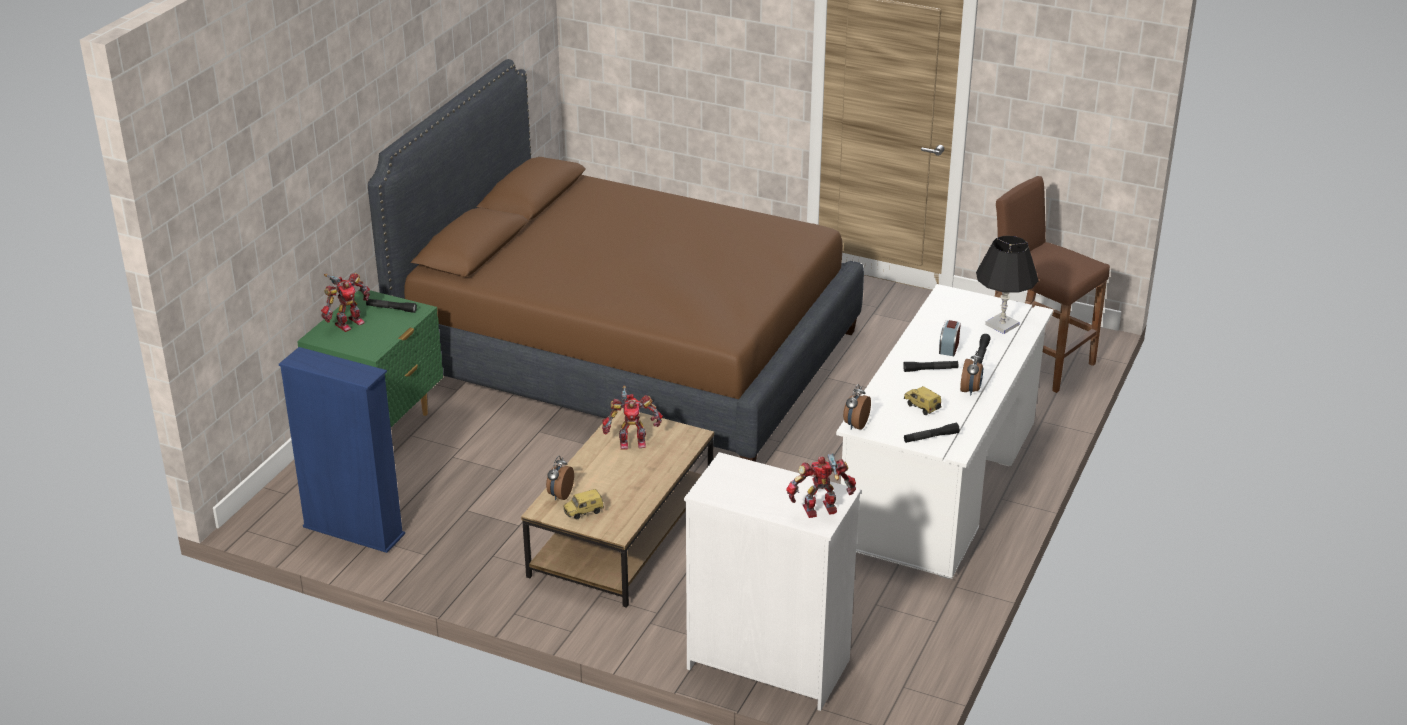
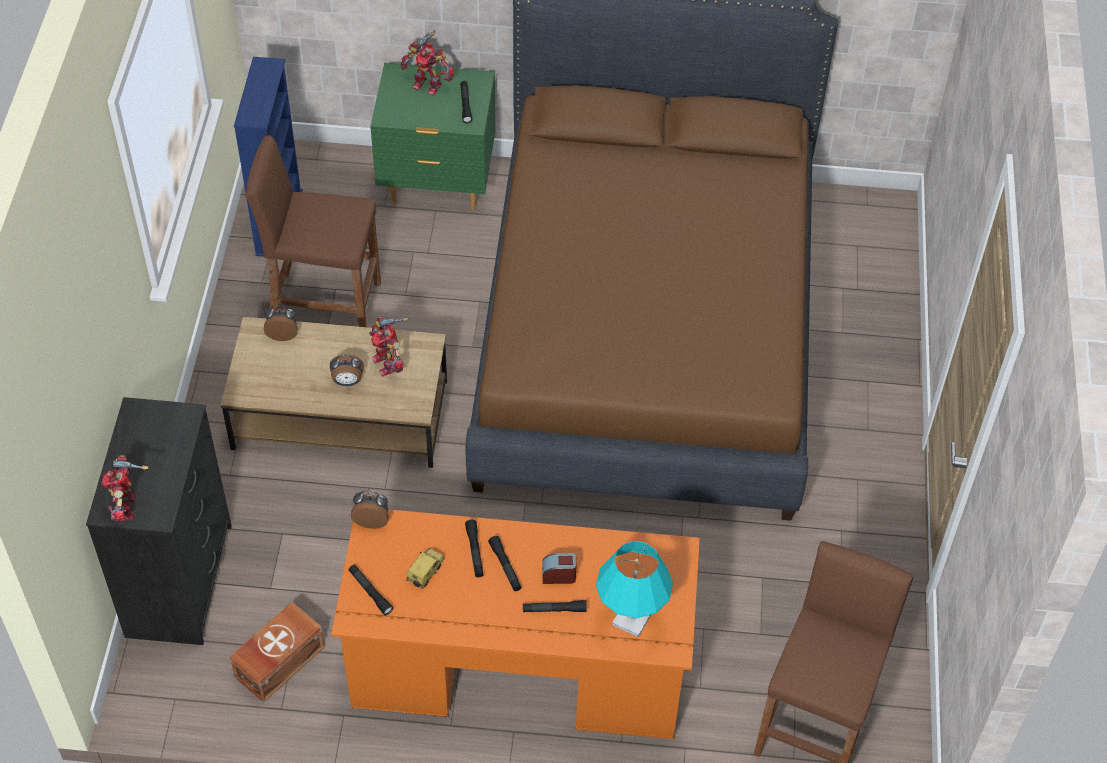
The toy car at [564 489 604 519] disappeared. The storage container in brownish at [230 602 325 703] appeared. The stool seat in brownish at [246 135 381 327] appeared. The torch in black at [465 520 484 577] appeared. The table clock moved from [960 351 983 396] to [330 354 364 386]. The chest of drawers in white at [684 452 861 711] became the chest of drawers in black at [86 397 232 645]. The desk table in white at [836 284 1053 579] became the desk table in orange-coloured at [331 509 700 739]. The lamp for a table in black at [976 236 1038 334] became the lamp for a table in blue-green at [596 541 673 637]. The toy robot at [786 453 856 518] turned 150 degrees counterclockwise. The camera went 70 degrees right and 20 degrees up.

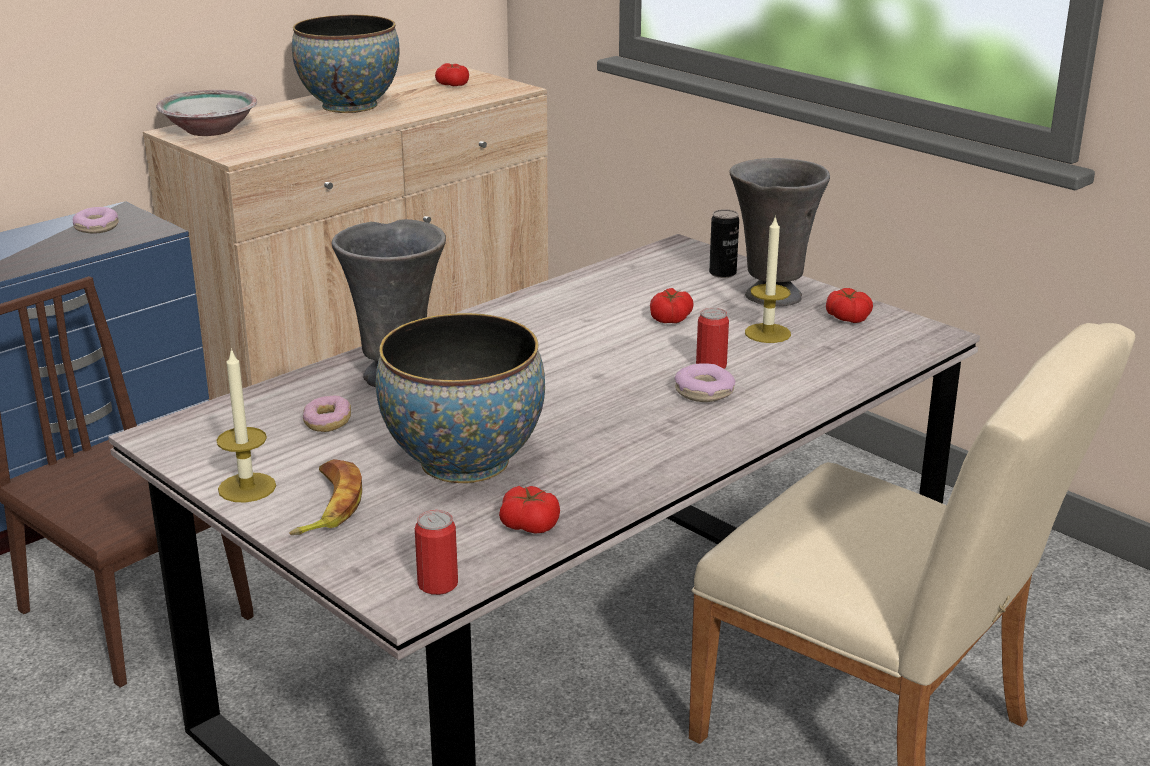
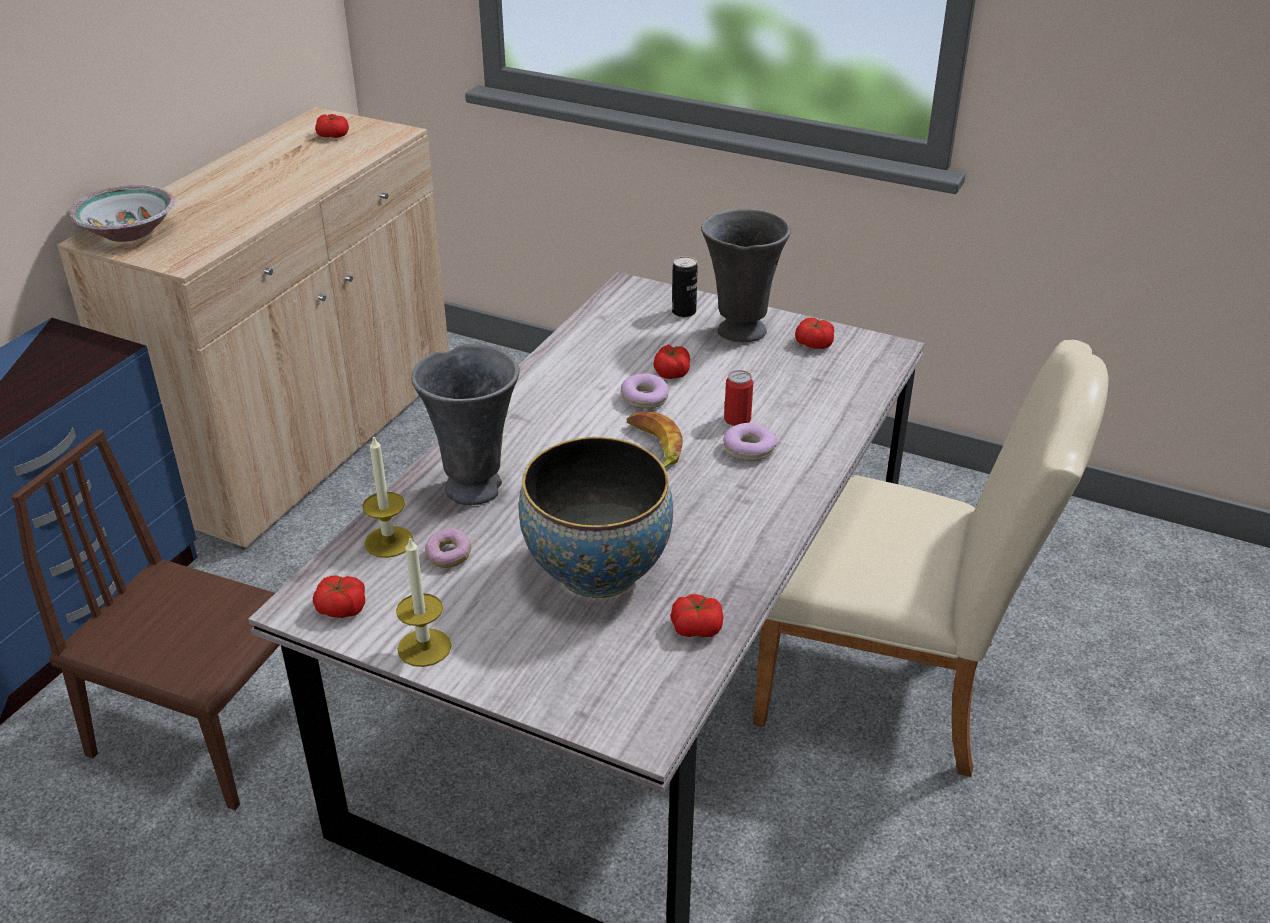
The deep dish at [292 15 400 113] disappeared. The metal can at [415 510 458 595] disappeared. The tomato at [313 576 365 618] appeared. The ring doughnut moved from [73 207 119 233] to [621 373 669 409]. The whole banana moved from [289 459 362 535] to [627 412 683 467]. The candle moved from [745 215 791 343] to [362 435 413 558]. The camera went 20 degrees left and 10 degrees up.

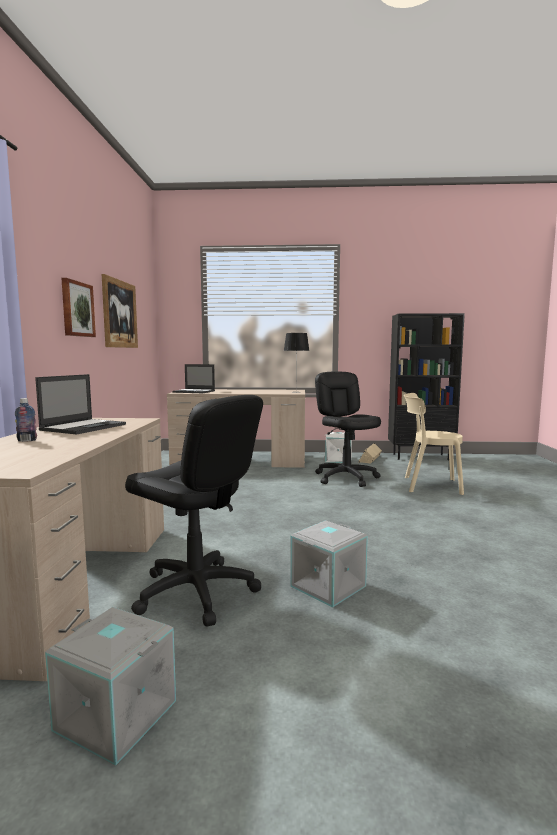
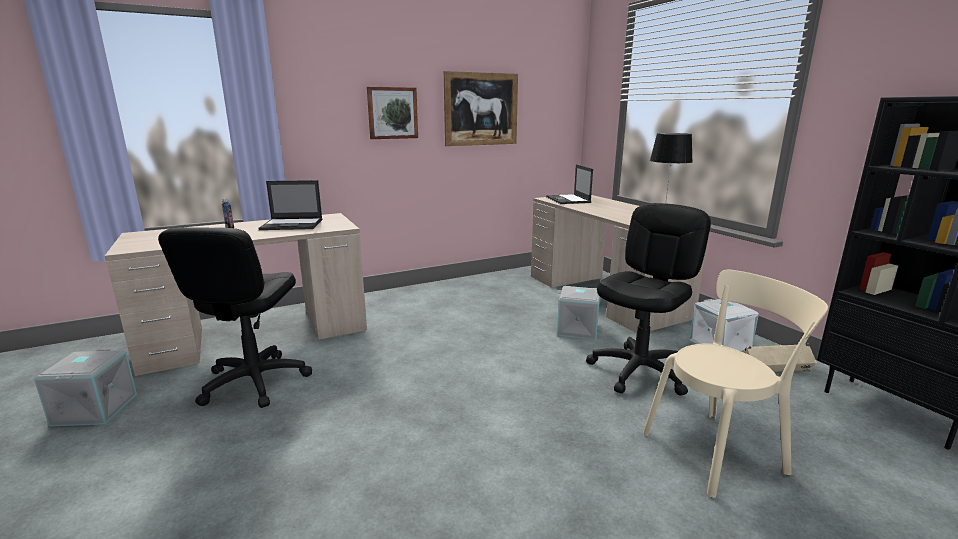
The storage container in greyish moved from [290 520 368 608] to [557 286 600 340]. The upright chair in sand-coloured at [404 393 464 495] turned 90 degrees clockwise. The camera went 60 degrees right and 10 degrees up.

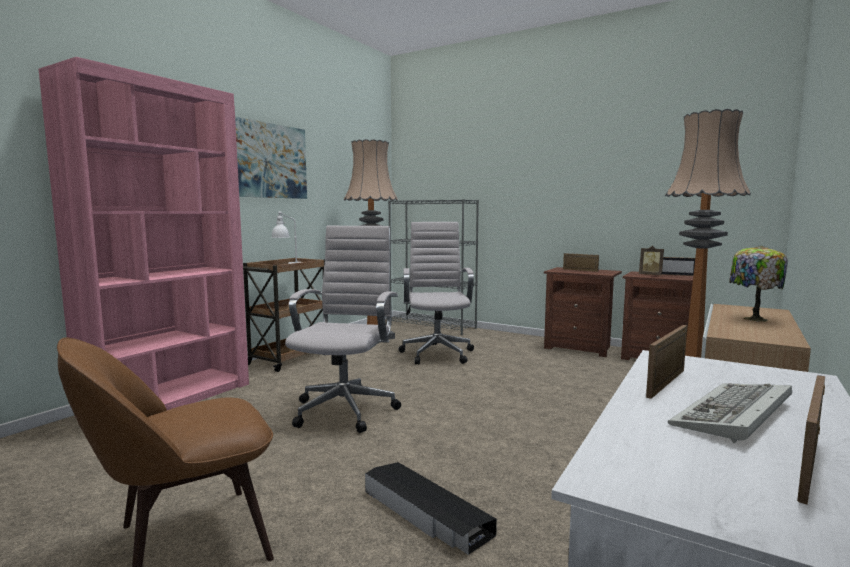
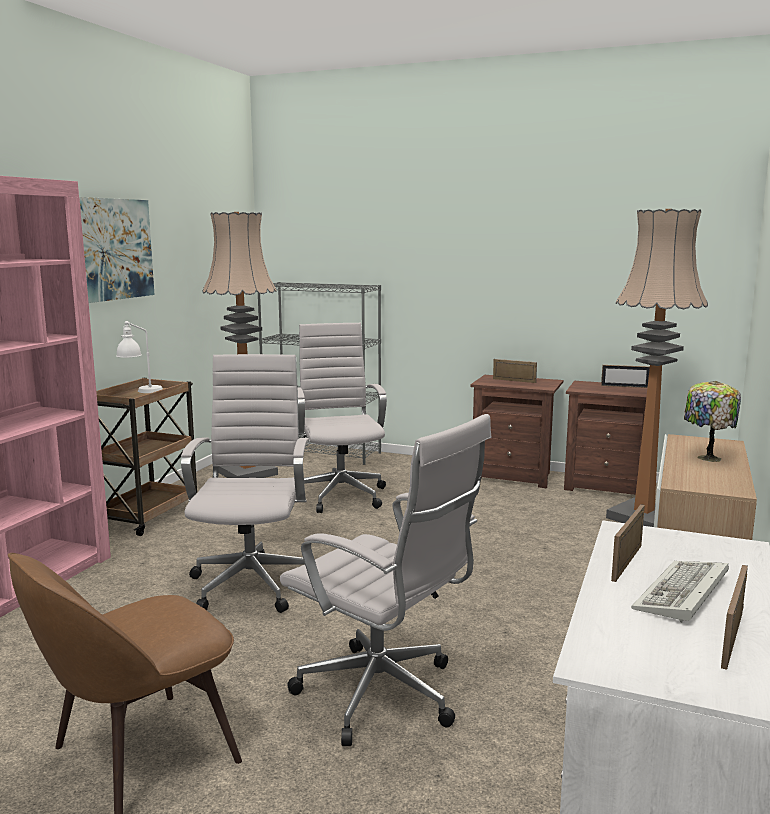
The picture frame at [639 246 664 275] disappeared. The storage container in black at [365 462 497 555] was replaced by the computer chair in white at [280 414 492 746]. The camera went 10 degrees left and 5 degrees up.

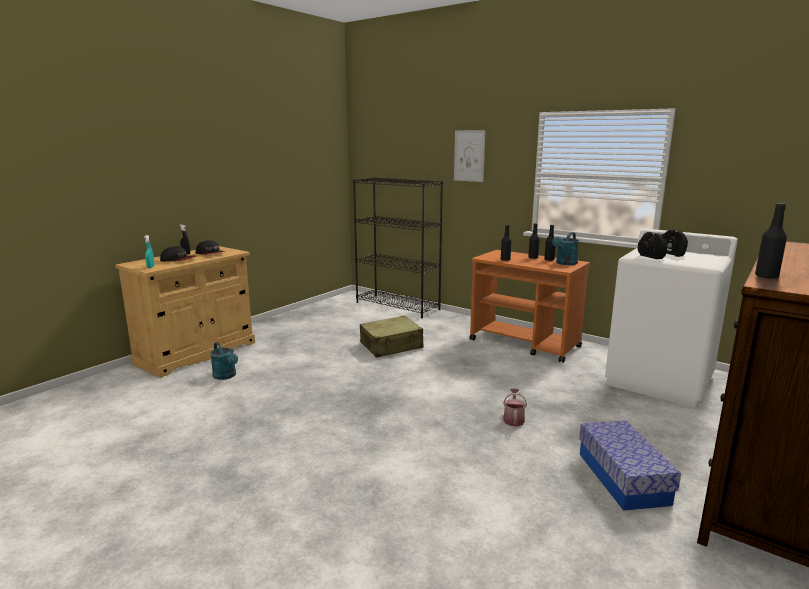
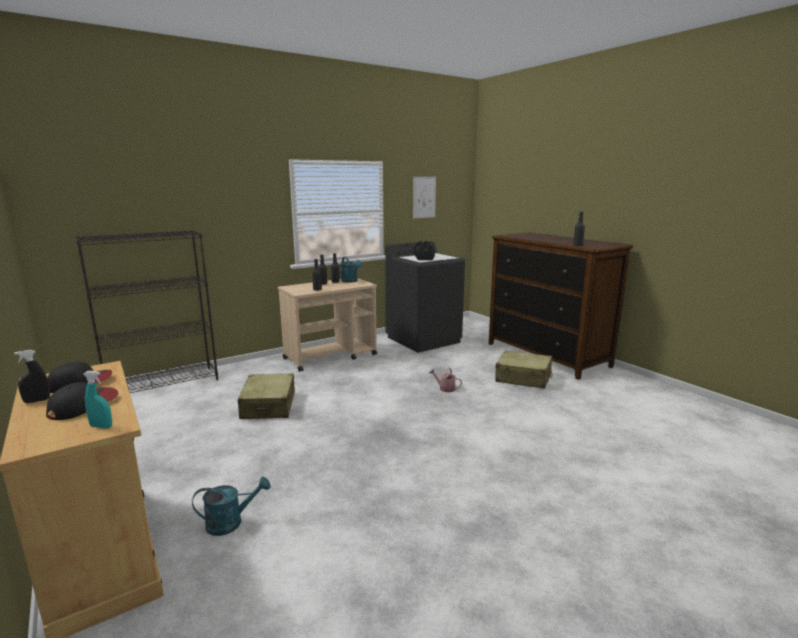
The wall picture moved from [454 130 485 182] to [413 177 436 218]. The storage container at [579 420 681 511] was replaced by the suitcase in sand-coloured at [495 351 552 389]. The trolley in orange-coloured at [469 250 590 363] became the trolley in sand-coloured at [278 278 377 372]. The washing machine in white at [605 229 738 408] became the washing machine in black at [386 241 465 353]. The camera went 70 degrees left and 0 degrees up.

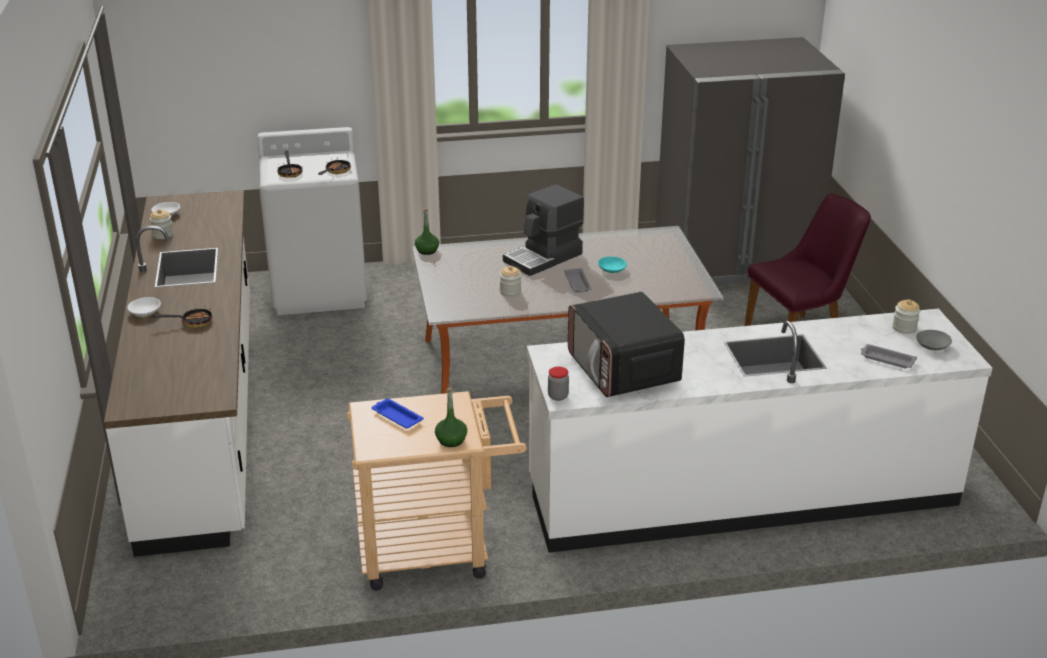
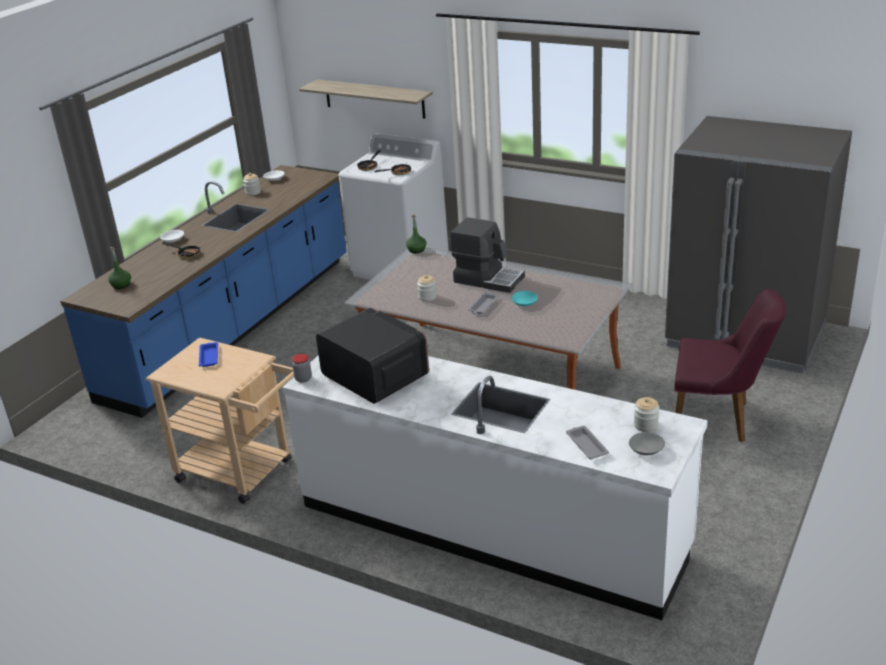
The wall shelf at [299 79 433 118] appeared. The drink bottle in greenish moved from [435 388 467 447] to [108 247 131 289]. The kitchen counter in white at [104 190 250 557] became the kitchen counter in blue-coloured at [60 165 346 418]. The coffee brewer at [503 184 584 276] turned 150 degrees counterclockwise. The kitchen microwave at [568 291 685 397] turned 120 degrees clockwise. The camera went 40 degrees right and 0 degrees up.

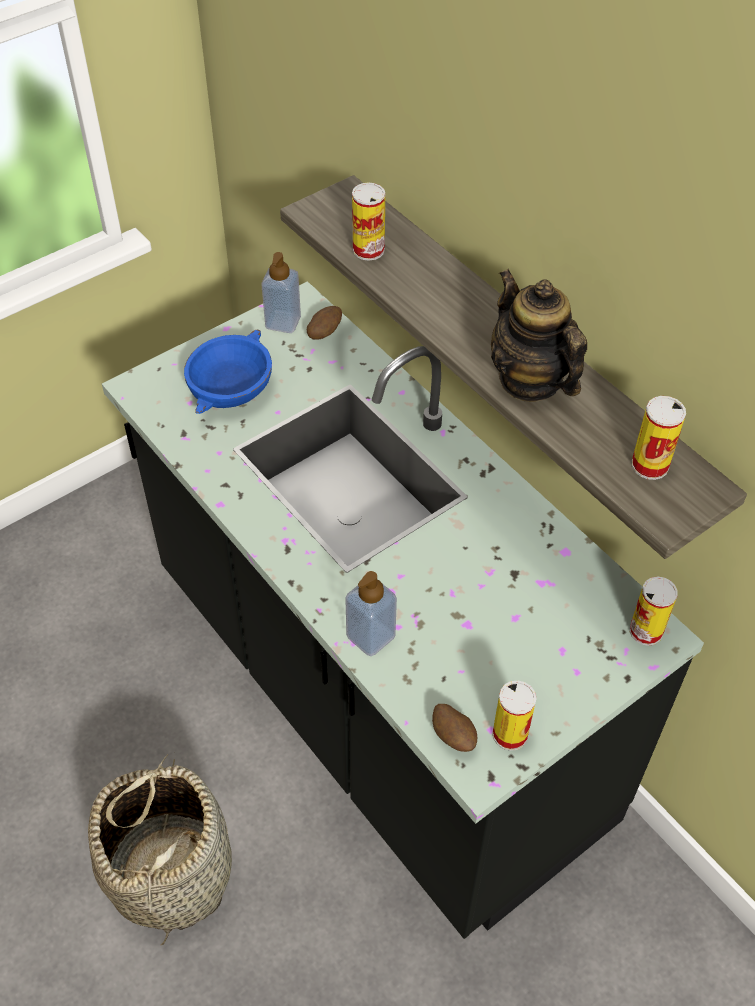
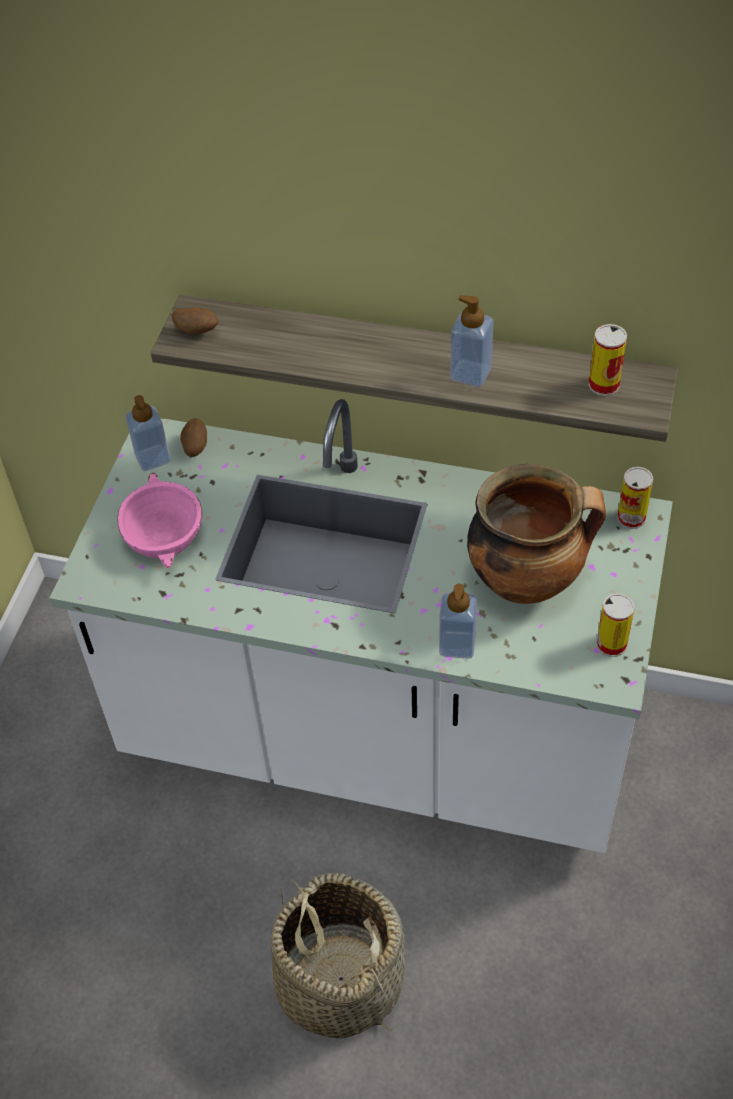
The metal can at [352 182 385 261] disappeared. The stockpot at [467 464 606 604] appeared. The whole potato moved from [432 704 477 752] to [171 307 219 334]. The tea pot at [491 269 587 402] was replaced by the soap bottle at [450 295 494 387]. The kitchen counter in black at [102 281 704 939] became the kitchen counter in white at [49 399 673 853]. The deep dish in blue-coloured at [184 330 272 414] became the deep dish in pink-coloured at [117 473 202 568]. The camera went 35 degrees left and 0 degrees up.

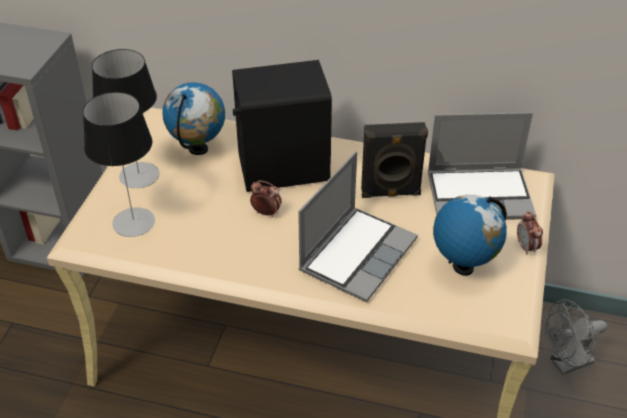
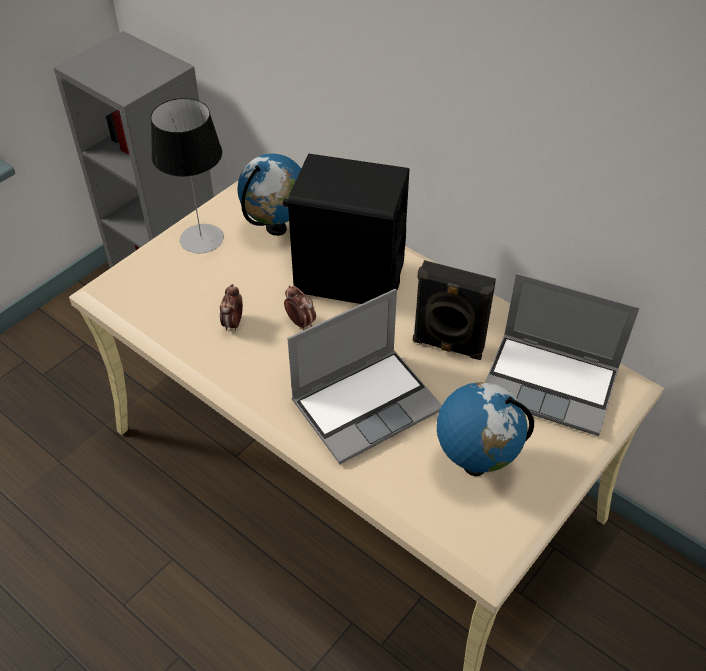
The lamp for a table at [83 92 155 237] disappeared. The cooling fan in greyish at [545 299 607 375] disappeared. The table clock moved from [517 211 543 255] to [220 284 243 331]. The camera went 25 degrees right and 5 degrees up.

